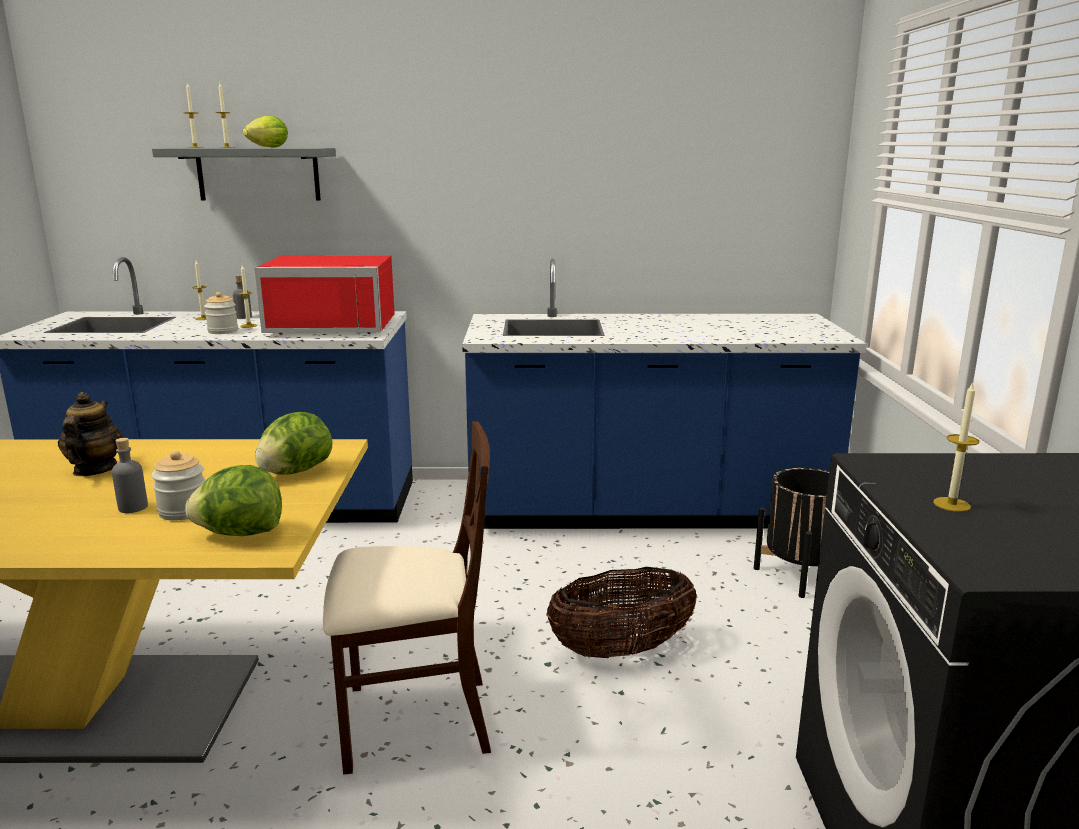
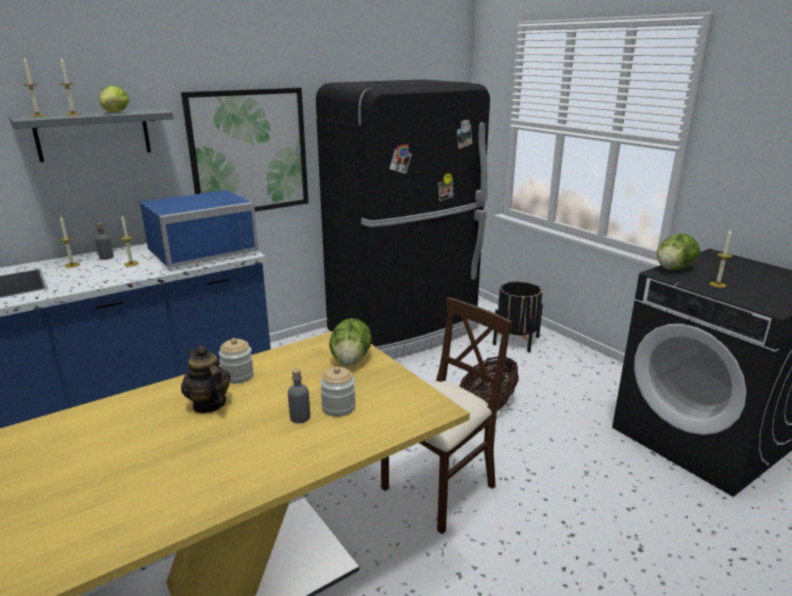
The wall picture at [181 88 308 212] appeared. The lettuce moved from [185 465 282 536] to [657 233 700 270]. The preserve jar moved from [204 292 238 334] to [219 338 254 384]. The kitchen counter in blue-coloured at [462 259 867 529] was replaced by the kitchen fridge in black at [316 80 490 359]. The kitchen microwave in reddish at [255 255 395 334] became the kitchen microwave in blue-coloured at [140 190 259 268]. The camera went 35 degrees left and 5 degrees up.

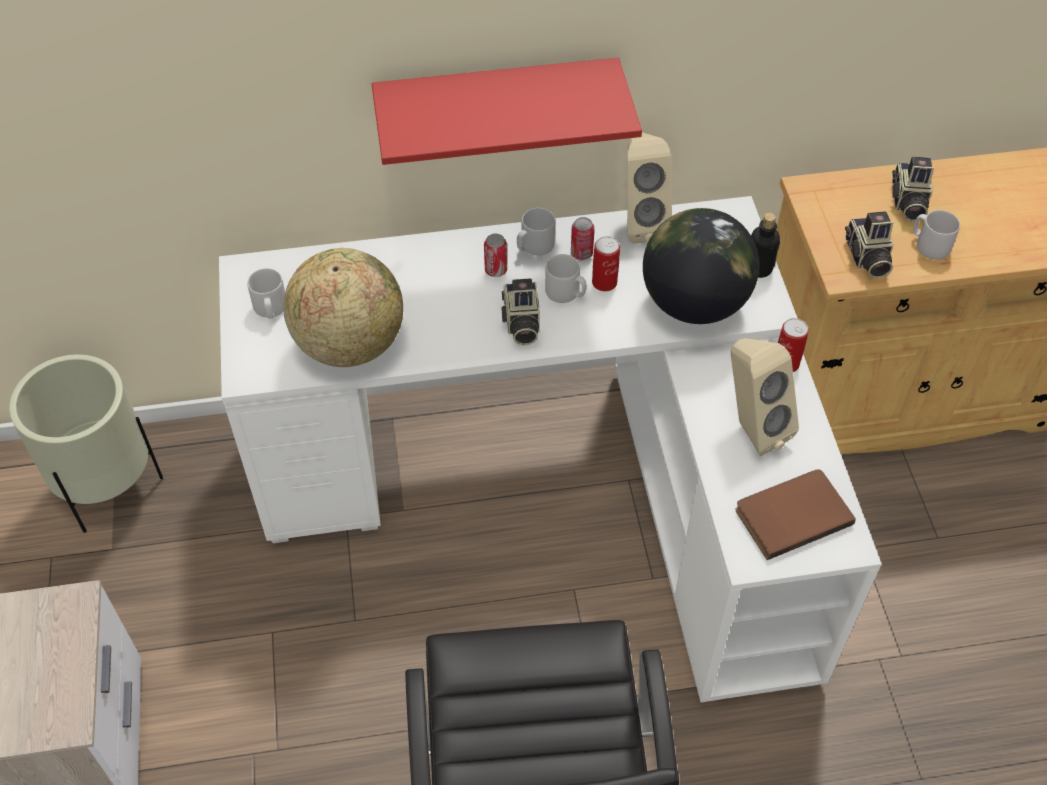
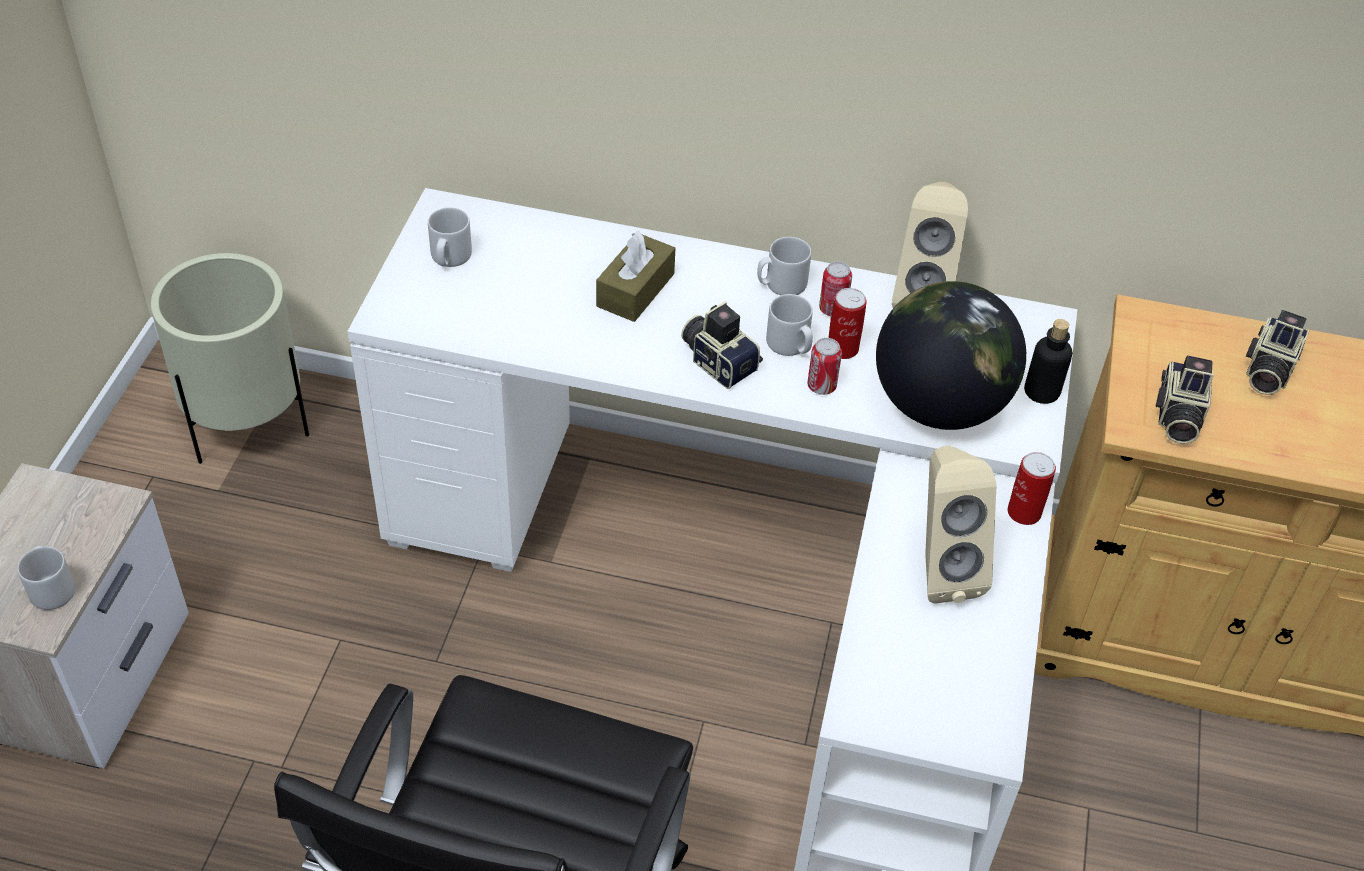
The desk globe at [283 248 403 367] disappeared. The wall shelf in reddish at [372 58 642 165] disappeared. The bound book in brownish at [735 469 856 560] disappeared. The tissue box in brownish at [596 231 675 322] appeared. The metal can moved from [484 234 507 277] to [807 338 842 395]. The coffee mug in greyish moved from [913 210 960 260] to [17 546 75 610]. The still camera at [501 278 540 345] turned 120 degrees clockwise. The camera went 20 degrees right and 5 degrees down.

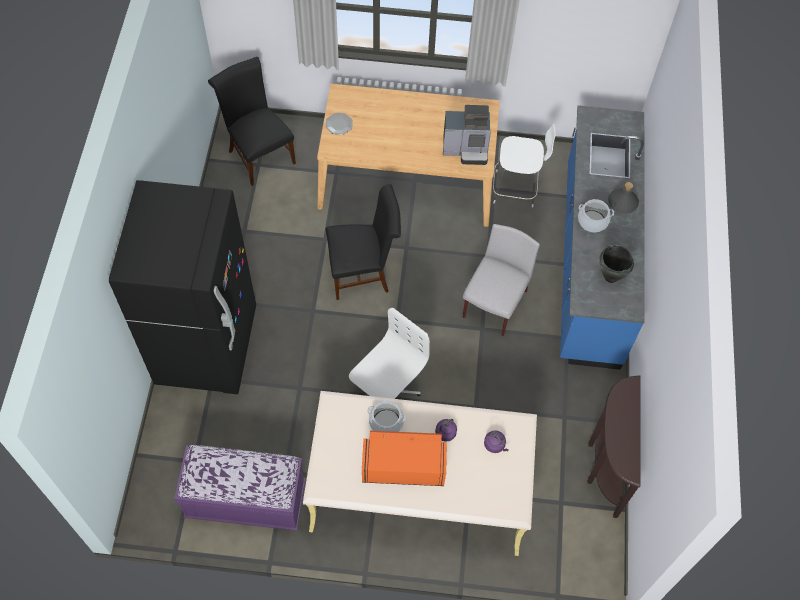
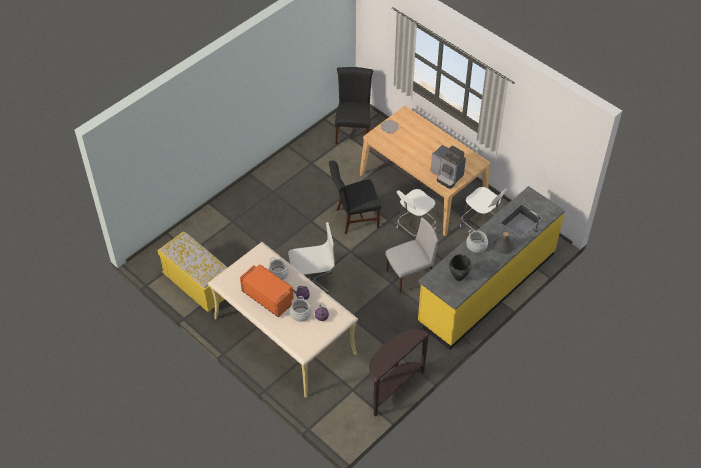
The kitchen fridge in black at [109 180 256 394] disappeared. The stockpot at [290 296 312 322] appeared. The stool seat in white at [397 189 436 236] appeared. The bench in purplish at [174 445 305 531] became the bench in yellowish at [157 231 228 312]. The kitchen counter in blue-coloured at [560 105 645 370] became the kitchen counter in yellowish at [418 186 565 350]. The upright chair in black at [325 184 401 300] turned 135 degrees clockwise. The camera went 40 degrees right and 10 degrees down.

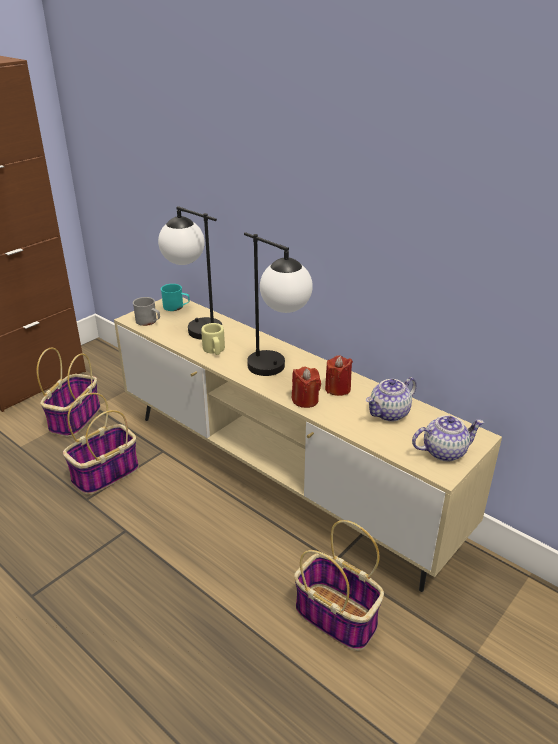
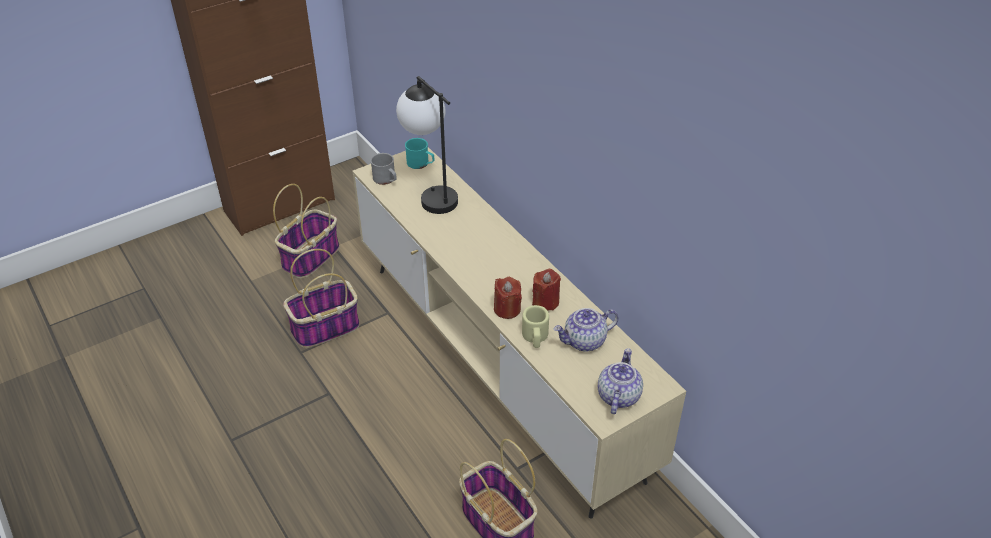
The lamp for a table at [244 232 313 376] disappeared. The coffee mug in sand-coloured moved from [201 323 225 355] to [522 305 549 348]. The tea pot at [412 415 484 462] turned 75 degrees counterclockwise. The camera went 15 degrees right and 10 degrees up.

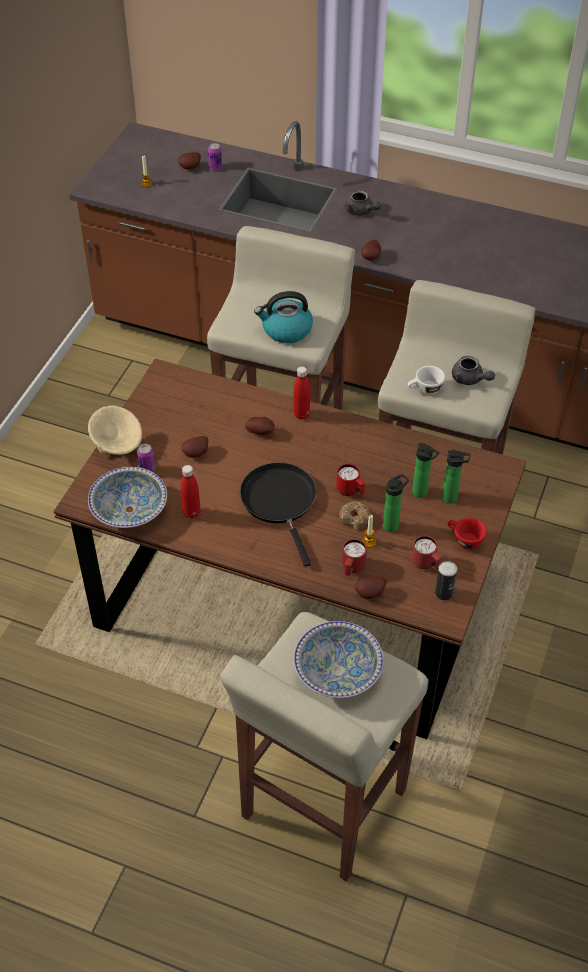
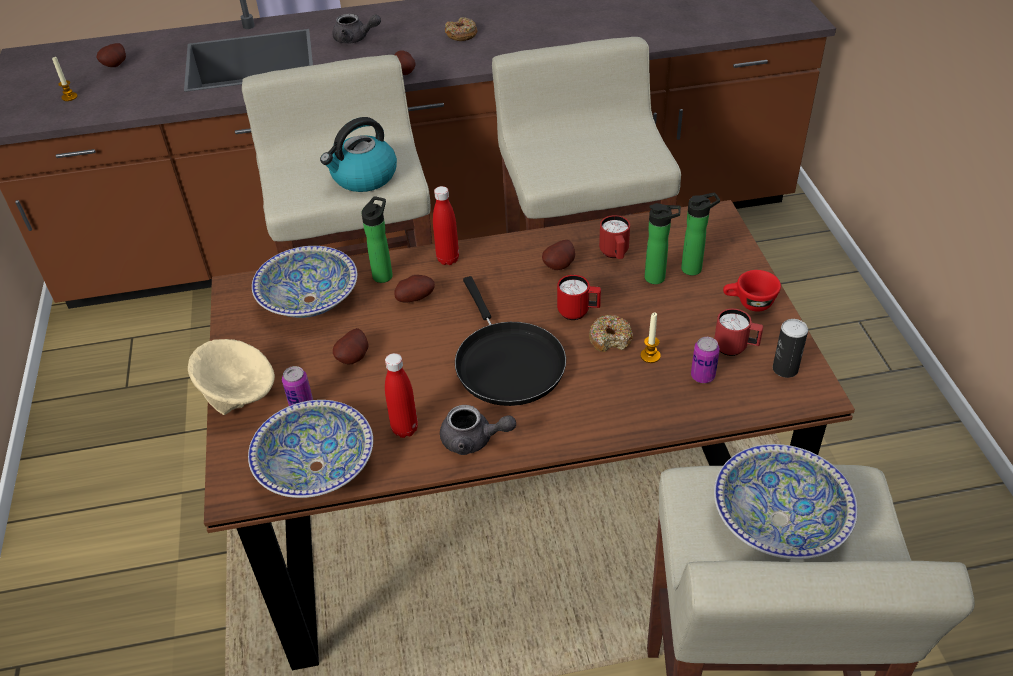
The drinking cup in white at [408 366 445 395] disappeared. The deep dish at [252 246 357 318] appeared. The ring doughnut at [445 17 478 41] appeared. The metal can moved from [208 143 222 171] to [691 337 720 383]. The coffee mug in reddish moved from [342 539 367 576] to [599 215 630 259]. The whole potato moved from [355 576 386 599] to [542 240 575 270]. The drink bottle moved from [383 474 409 532] to [361 196 393 283]. The tea pot in greyish moved from [452 356 495 385] to [440 405 516 455]. The skillet in black at [240 462 317 567] turned 150 degrees counterclockwise. The camera went 30 degrees left and 5 degrees down.

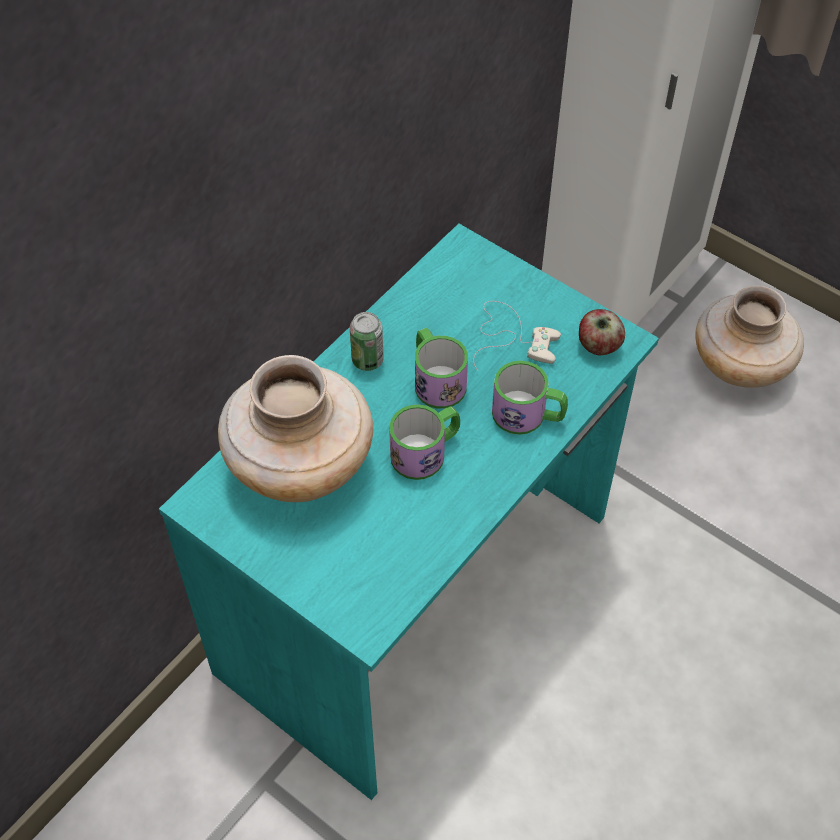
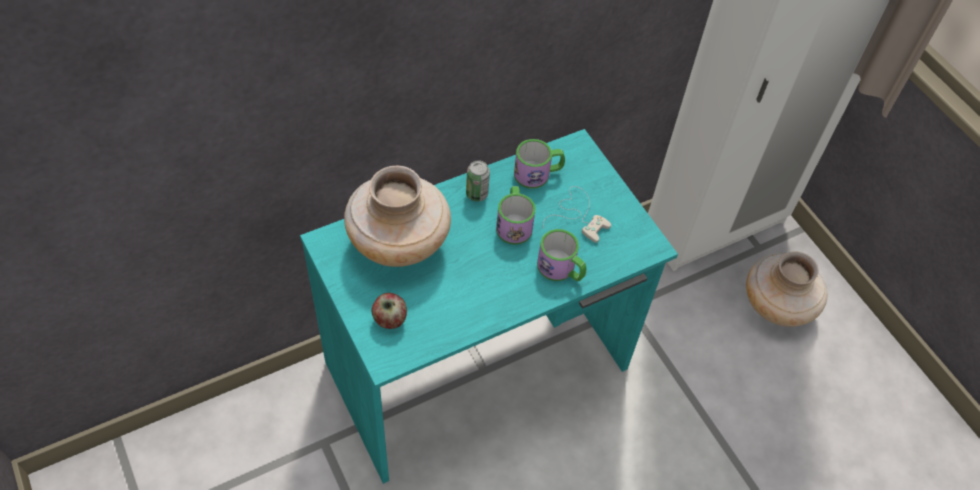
The coffee mug moved from [389 404 460 480] to [514 139 565 189]. The whole apple moved from [579 309 625 355] to [372 293 407 329]. The camera went 20 degrees right and 0 degrees up.

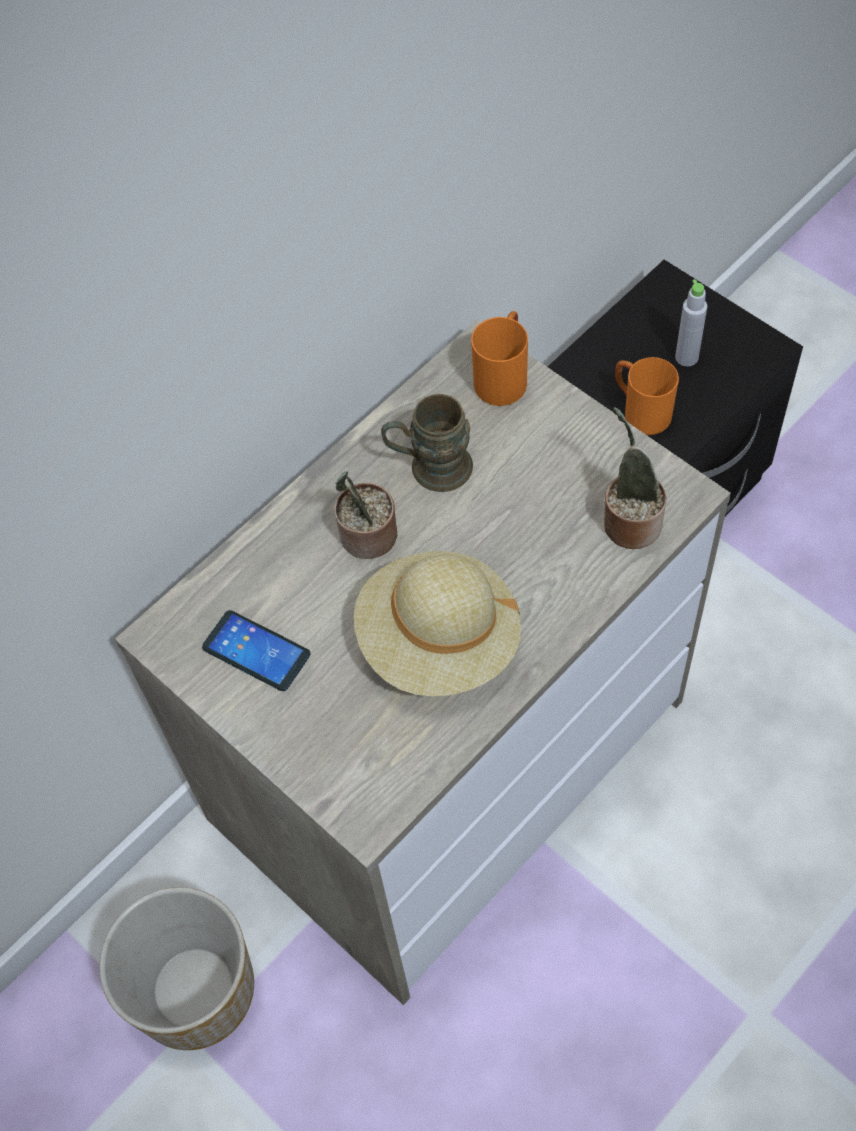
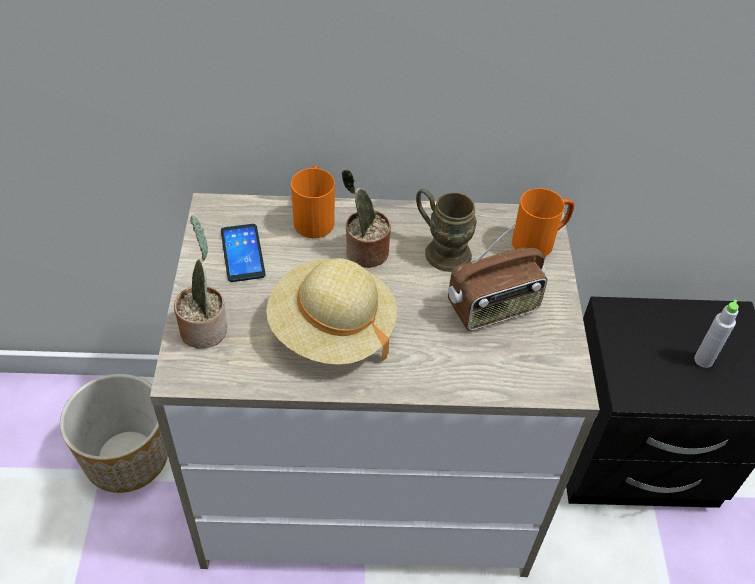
The radio set at [448 223 548 331] appeared. The plant in a pot moved from [604 407 667 549] to [174 215 227 349]. The coffee mug in orange-coloured moved from [615 357 679 435] to [291 165 335 238]. The camera went 40 degrees right and 10 degrees down.

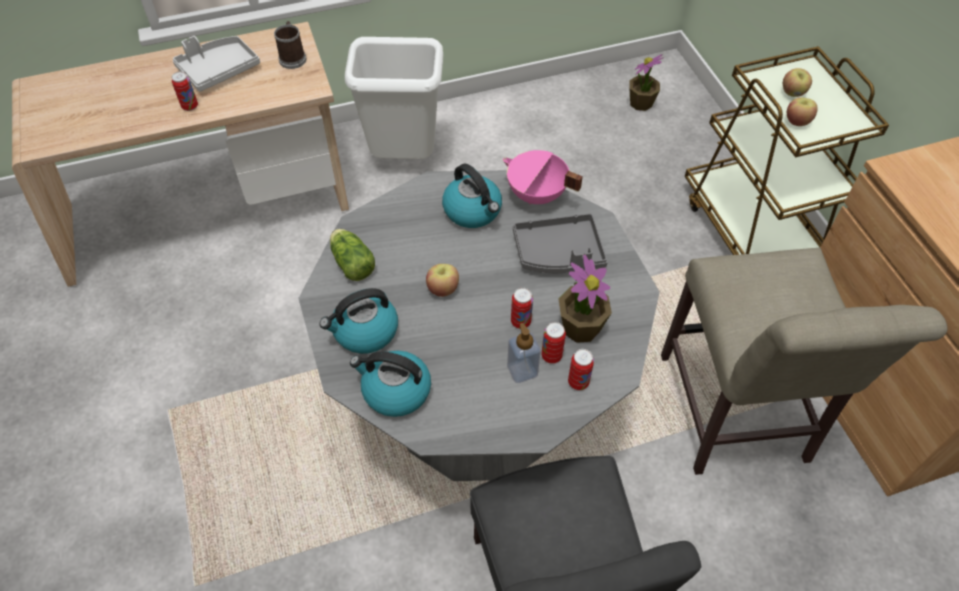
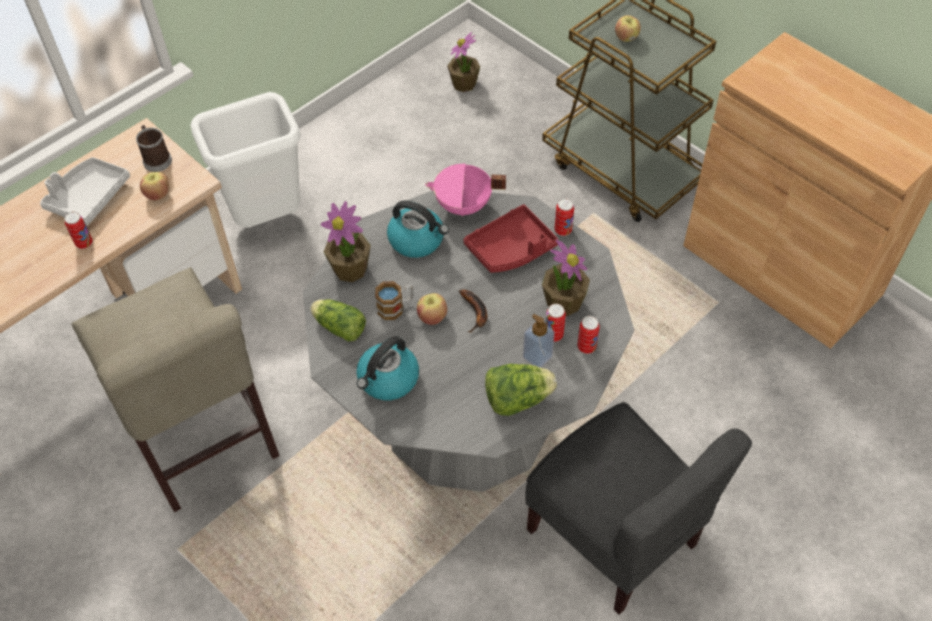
The kettle at [350 351 431 417] disappeared. The plant in a pot at [321 201 371 282] appeared. The coffee mug at [375 281 413 320] appeared. The whole banana at [459 289 487 332] appeared. The lettuce at [485 364 557 416] appeared. The metal can moved from [511 288 533 329] to [554 198 574 236]. The upright chair in sand-coloured moved from [661 247 947 475] to [71 267 280 512]. The whole apple moved from [787 97 818 126] to [140 172 169 200]. The serving tray in greyish at [513 213 608 273] became the serving tray in reddish at [463 204 558 273]. The camera went 25 degrees left and 0 degrees up.

